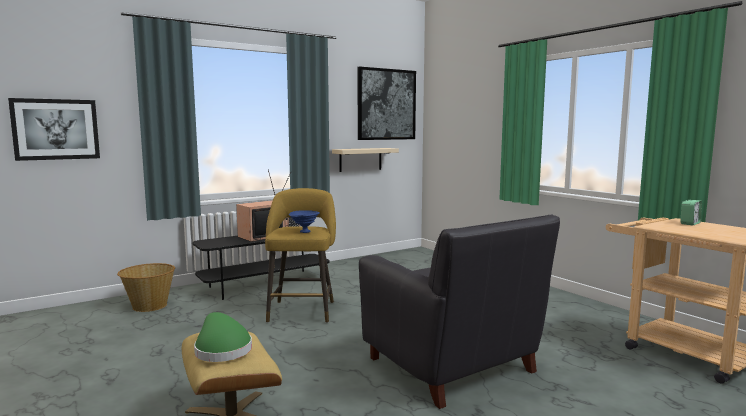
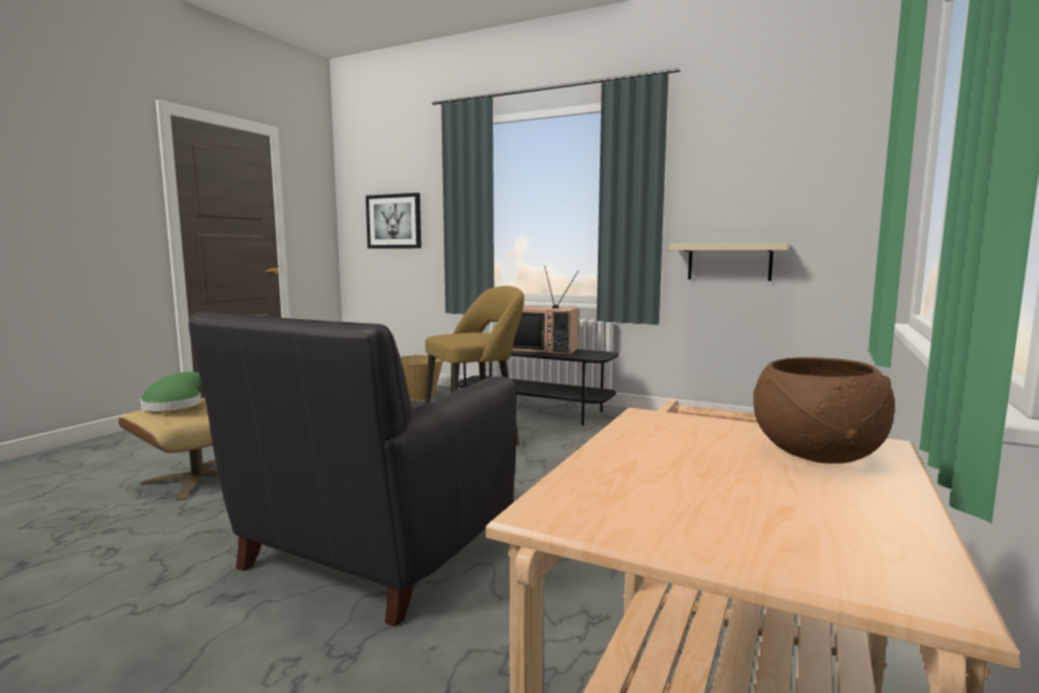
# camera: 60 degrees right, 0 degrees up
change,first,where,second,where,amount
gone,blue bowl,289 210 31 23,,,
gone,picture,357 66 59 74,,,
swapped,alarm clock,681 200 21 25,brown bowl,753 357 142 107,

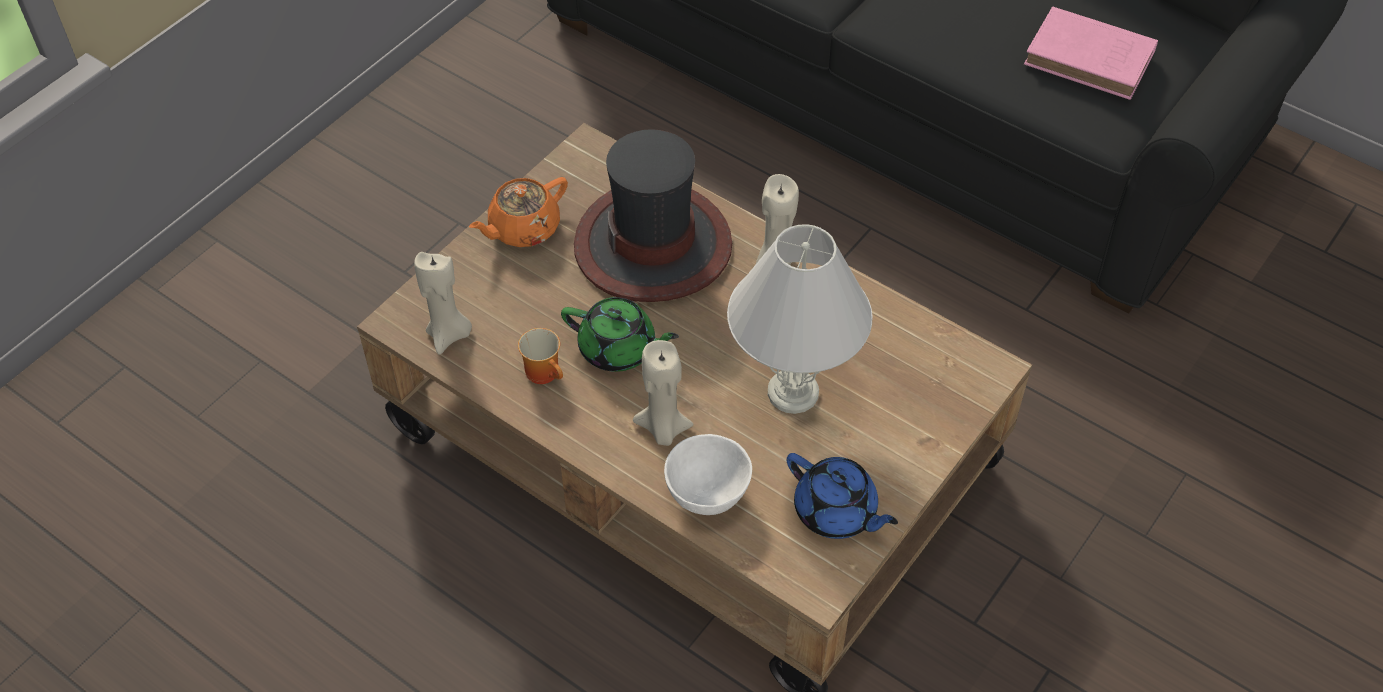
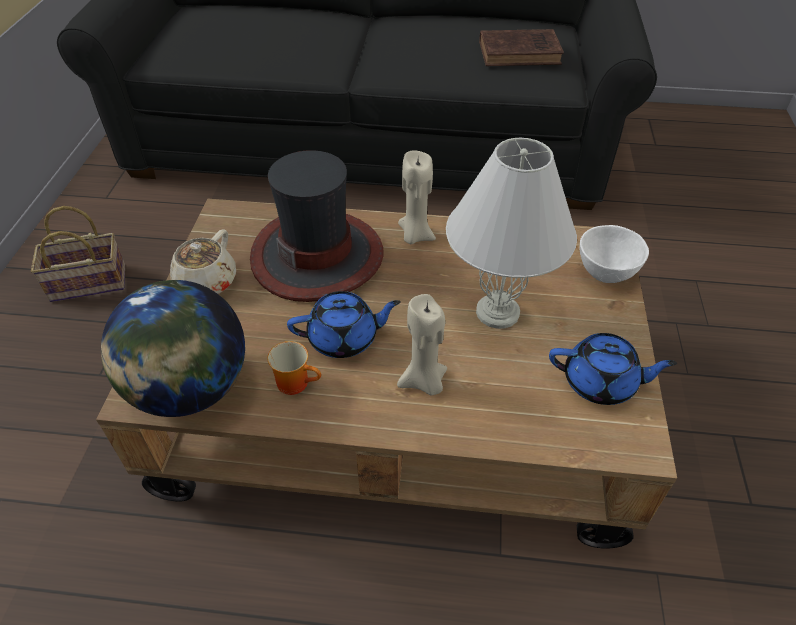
# camera: 30 degrees left, 5 degrees down
change,first,where,second,where,amount
new,,,basket,31 206 94 96,
shifted,white bowl,664 434 88 81,,580 225 69 58,
swapped,beige candle,414 252 58 103,globe,101 280 144 137,
repainted,orange teapot,469 177 99 70,beige teapot,170 229 66 65,
repainted,green teapot,561 297 118 75,blue teapot,287 291 114 67,
repainted,pink book,1024 6 134 94,brown book,479 29 85 37,

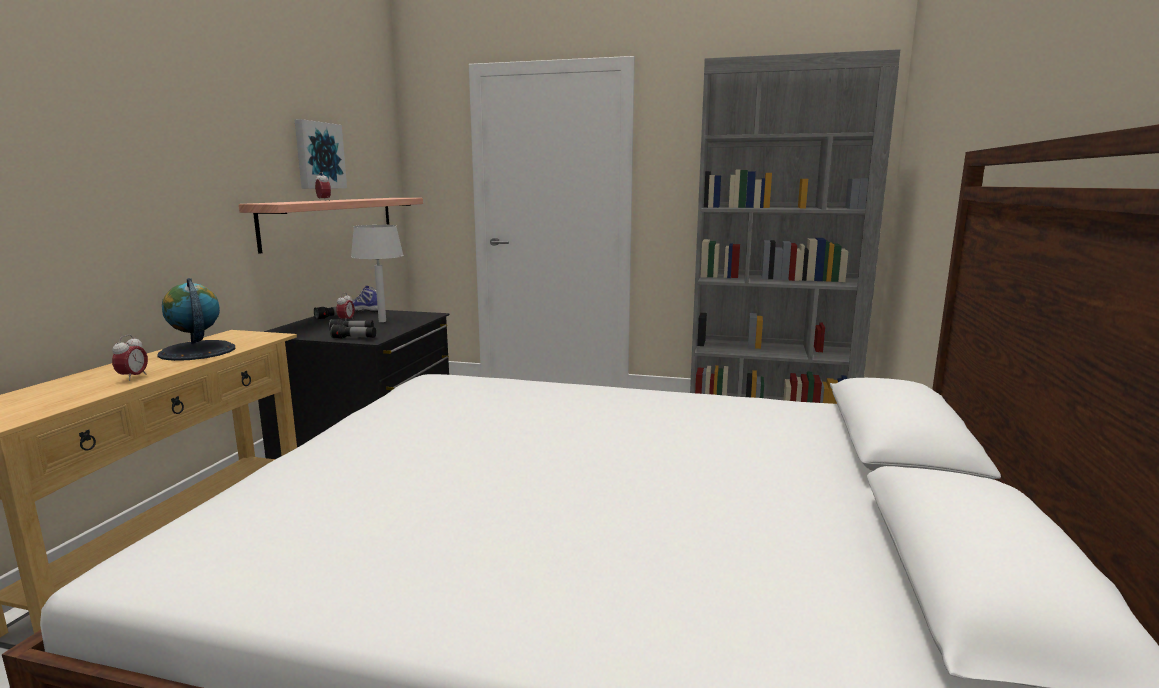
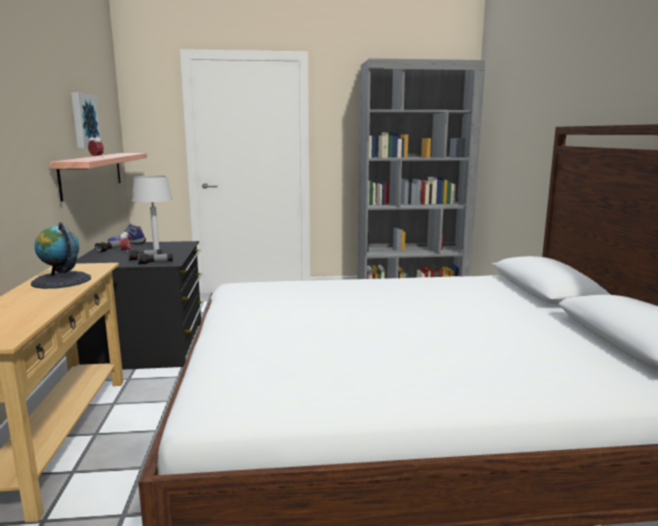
# camera: 20 degrees left, 0 degrees up
change,first,where,second,where,amount
gone,alarm clock,112 335 36 46,,,

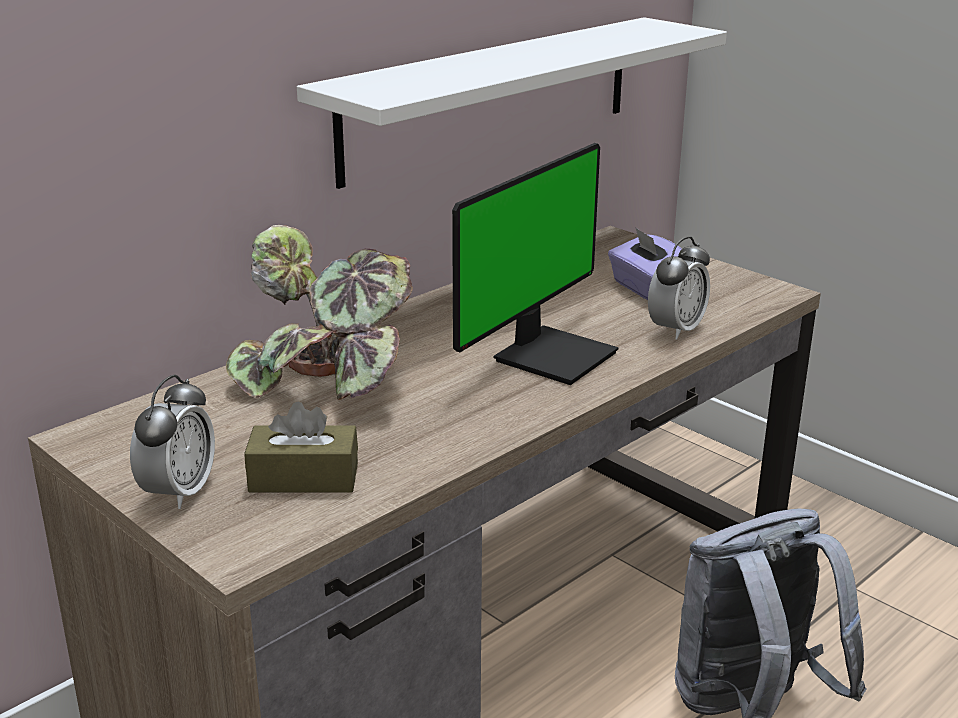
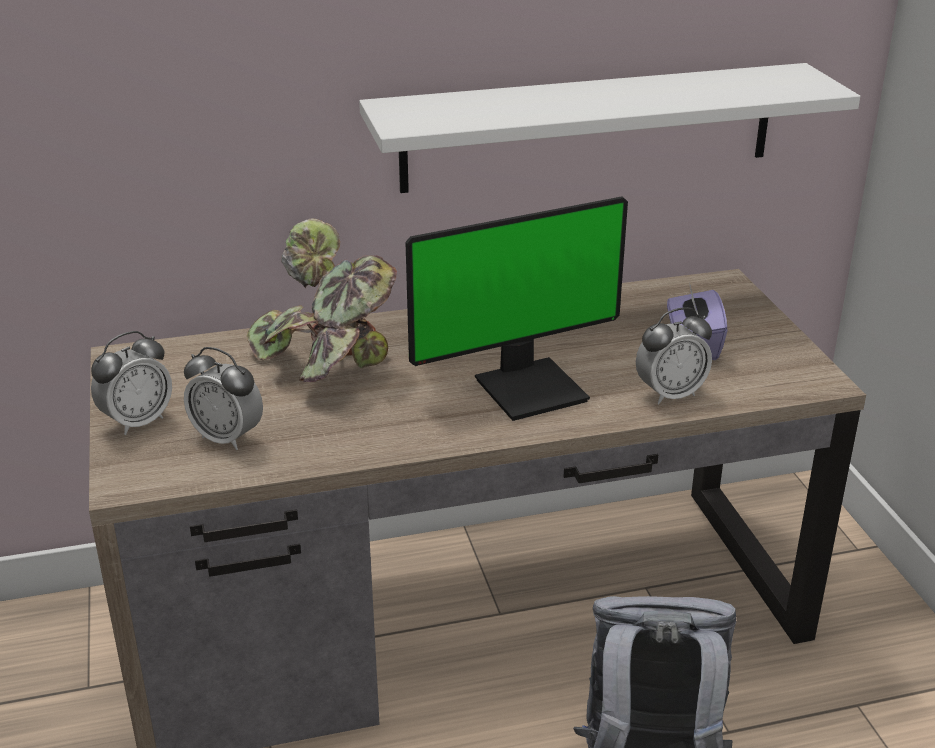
# camera: 30 degrees right, 5 degrees up
change,first,where,second,where,amount
swapped,brown tissue box,244 402 114 91,alarm clock,184 347 79 103,

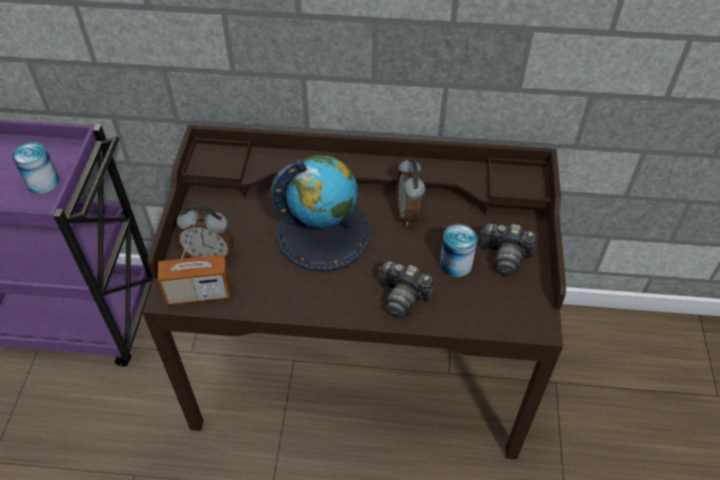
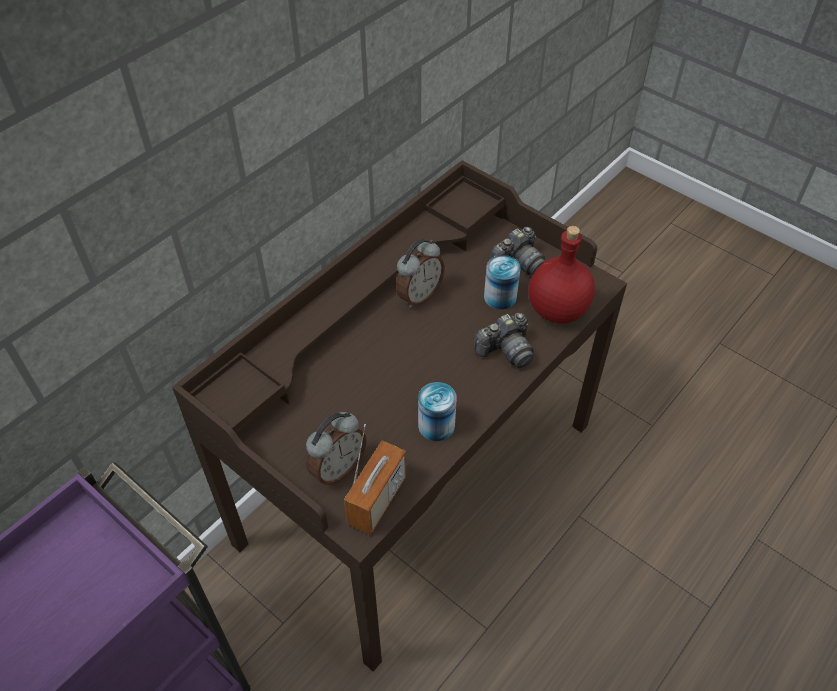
# camera: 55 degrees left, 0 degrees up
change,first,where,second,where,amount
gone,globe,270 155 101 117,,,
new,,,red bottle,528 226 67 98,
shifted,can,12 142 47 52,,418 382 39 59,
rotated,alarm clock,396 158 29 68,,396 239 49 69,75 degrees counterclockwise

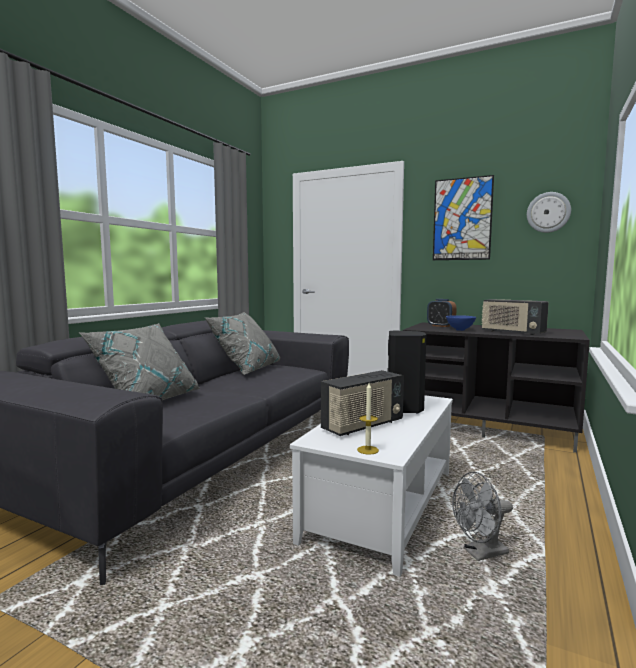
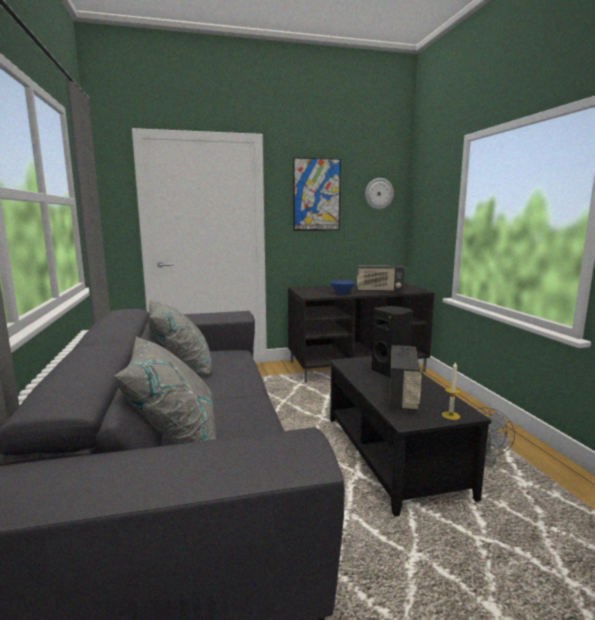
# camera: 40 degrees left, 5 degrees up
change,first,where,second,where,amount
gone,alarm clock,427 299 30 28,,,
repainted,white coffee table,290 395 163 182,black coffee table,330 356 161 161,

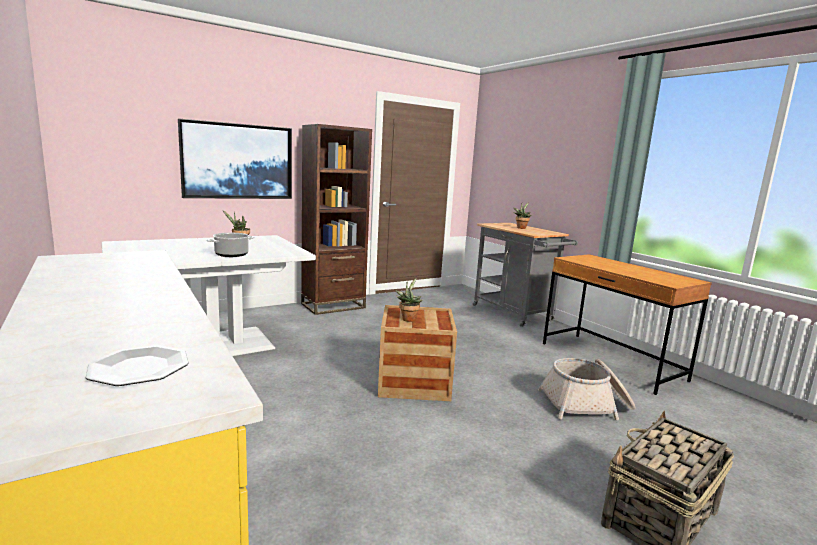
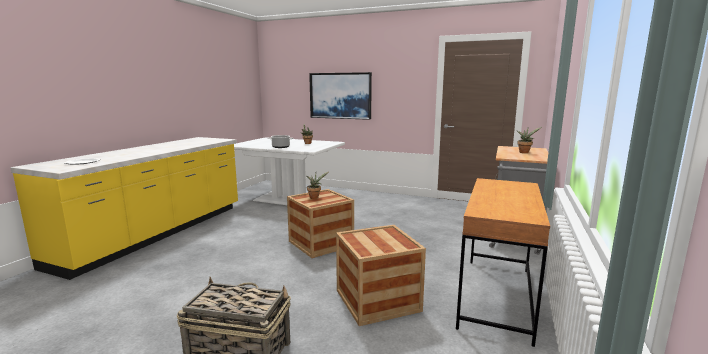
# camera: 55 degrees right, 0 degrees up
change,first,where,second,where,amount
gone,brown bookcase,301 124 71 191,,,
swapped,basket,538 358 97 62,crate,336 225 90 101,

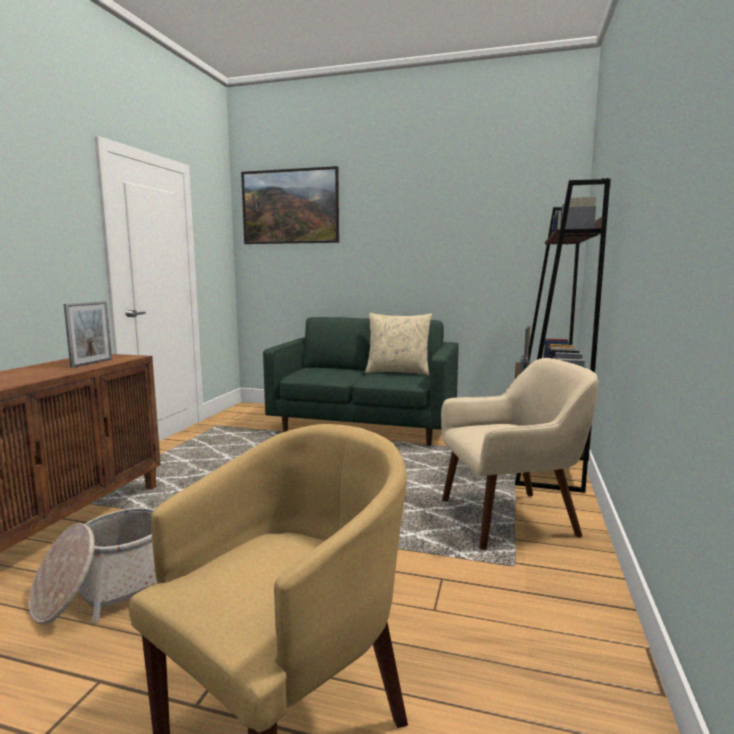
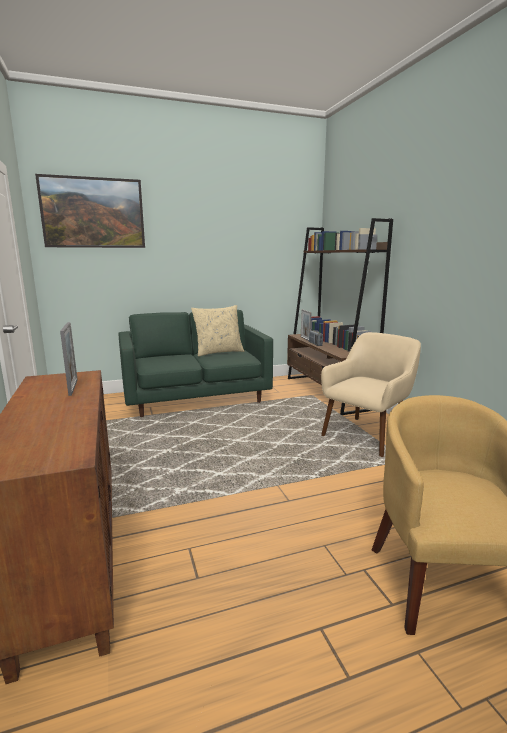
# camera: 35 degrees left, 5 degrees up
change,first,where,second,where,amount
gone,basket,29 508 128 116,,,

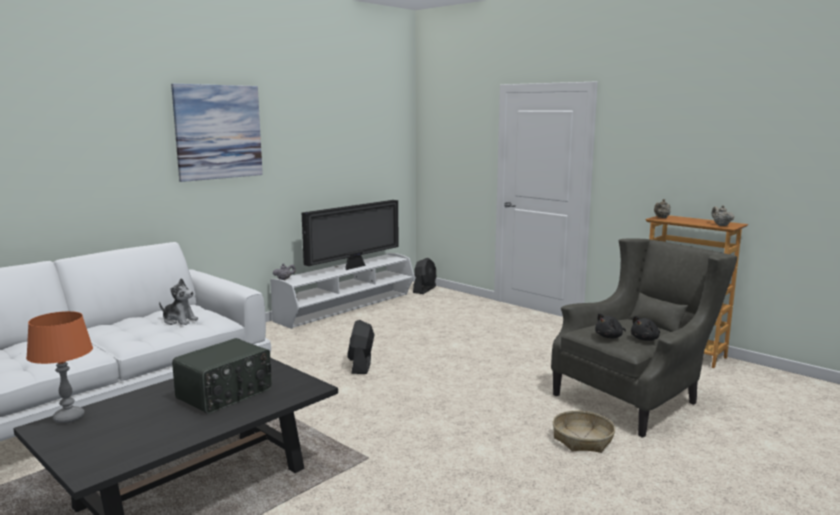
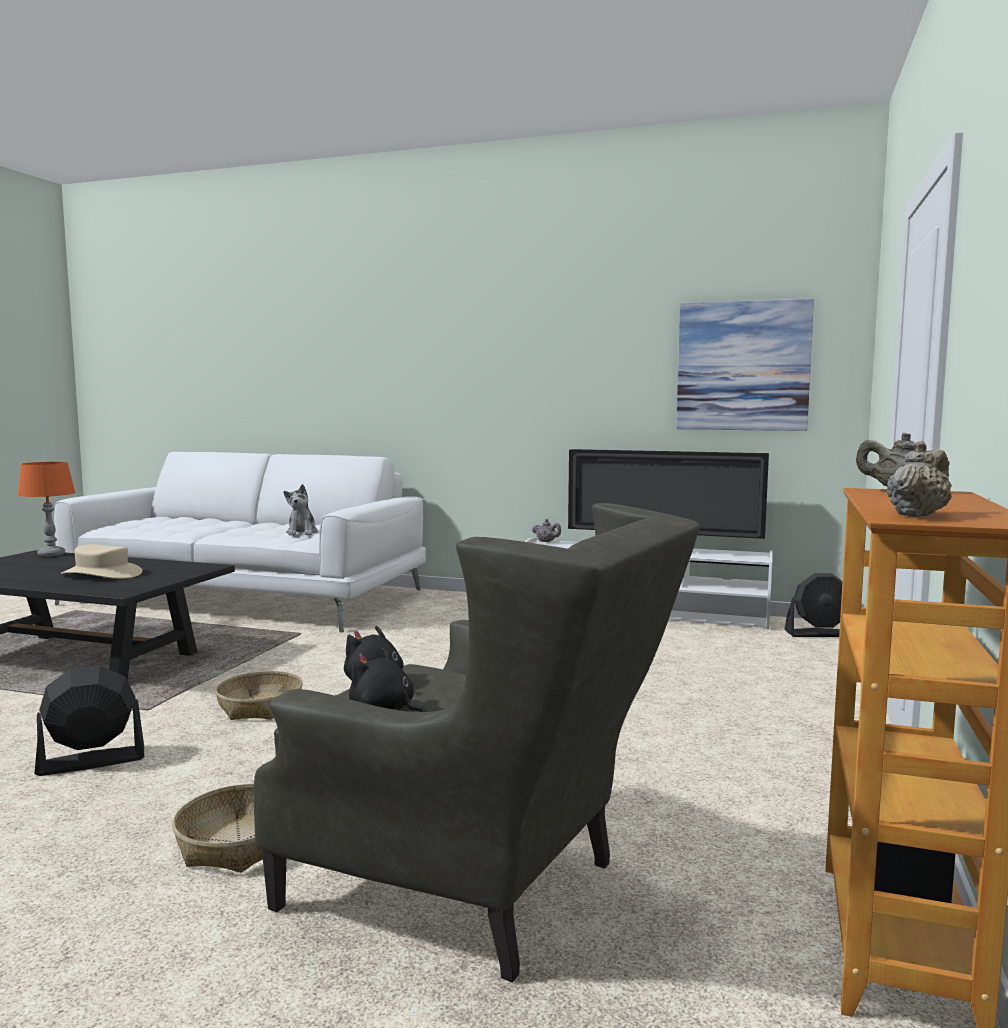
# camera: 65 degrees right, 5 degrees down
change,first,where,second,where,amount
new,,,basket,215 671 88 49,
shifted,picture,171 84 92 98,,676 298 138 133,
shifted,black fan,347 320 28 54,,34 666 110 110,
swapped,radio,172 338 100 76,beige hat,61 544 81 35,

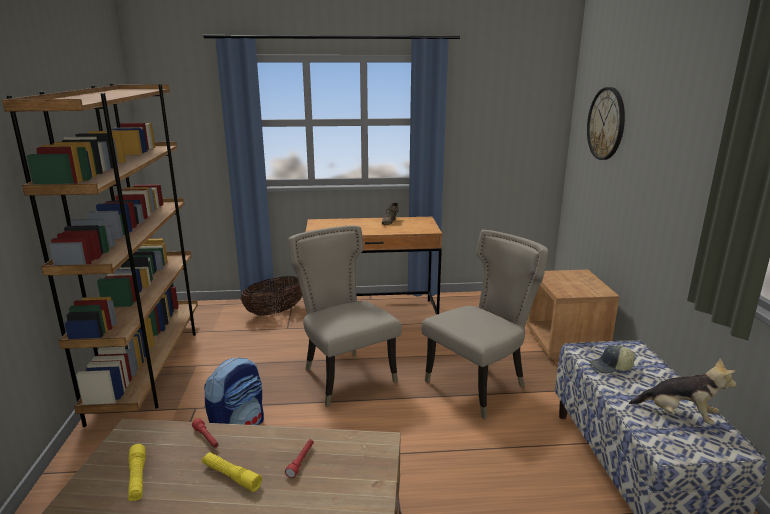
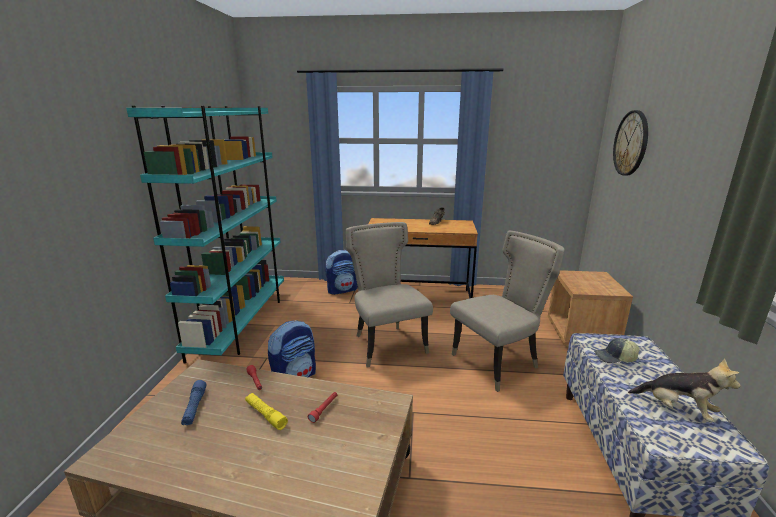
# camera: 10 degrees right, 0 degrees up
change,first,where,second,where,amount
swapped,basket,241 276 61 40,backpack,325 250 33 45,
repainted,brown bookcase,2 84 196 343,turquoise bookcase,126 106 158 258,
repainted,yellow flashlight,128 444 18 58,blue flashlight,181 380 25 46,

